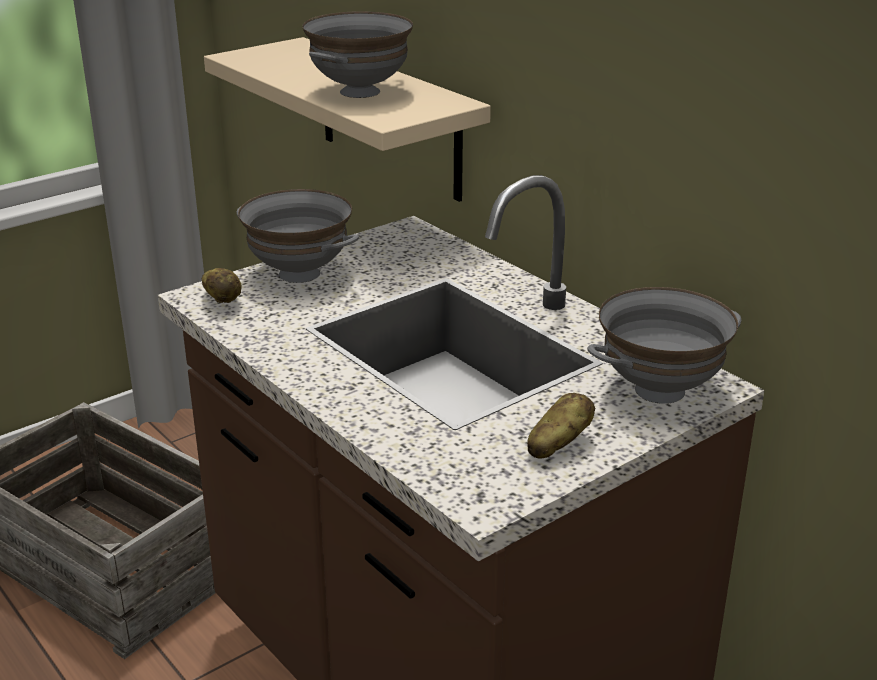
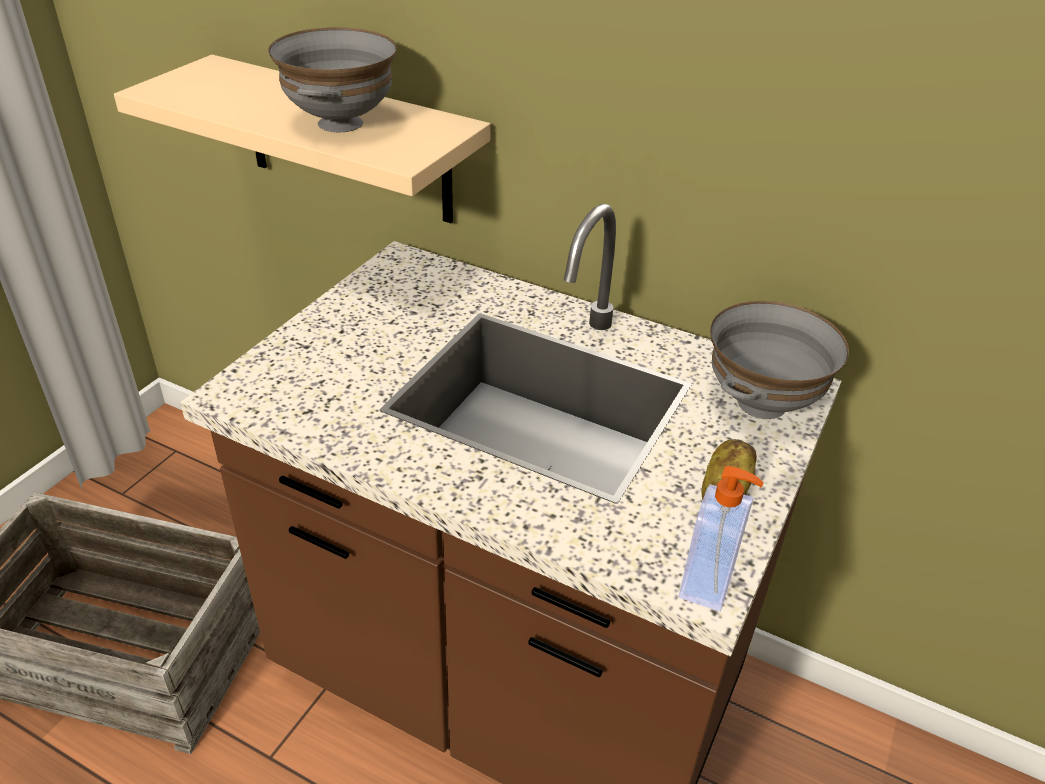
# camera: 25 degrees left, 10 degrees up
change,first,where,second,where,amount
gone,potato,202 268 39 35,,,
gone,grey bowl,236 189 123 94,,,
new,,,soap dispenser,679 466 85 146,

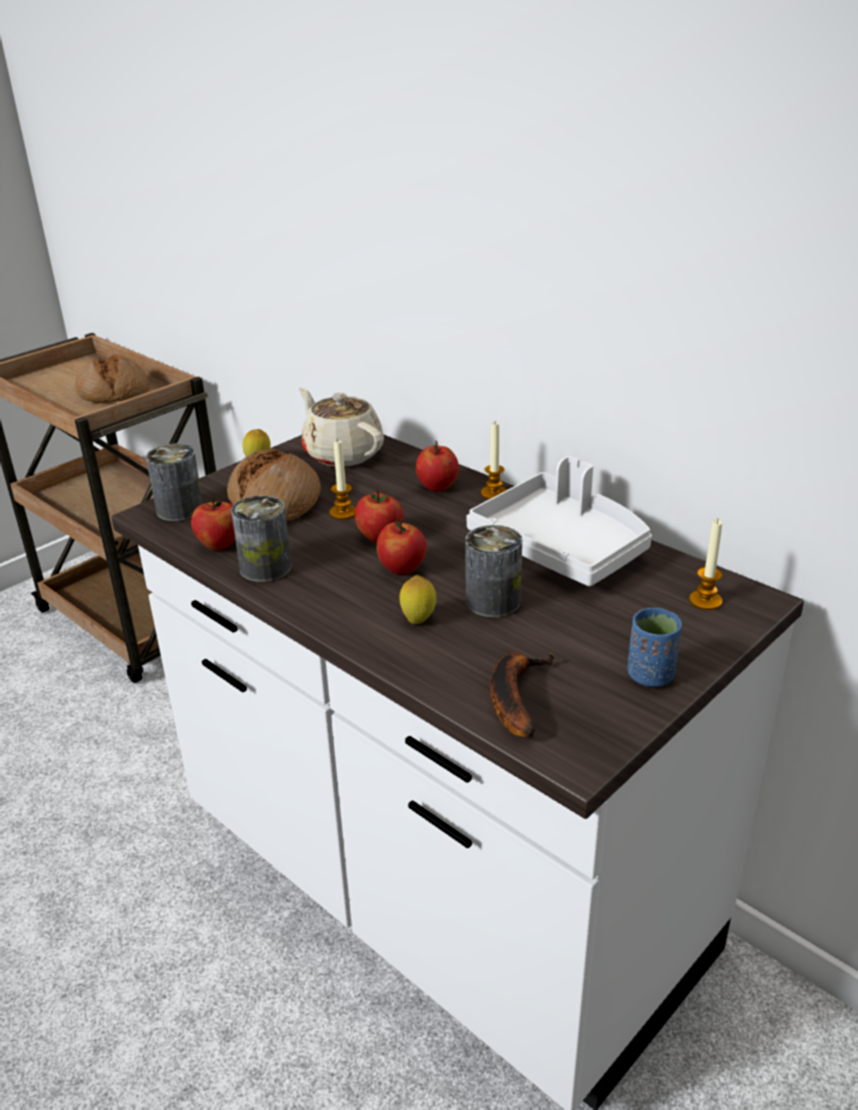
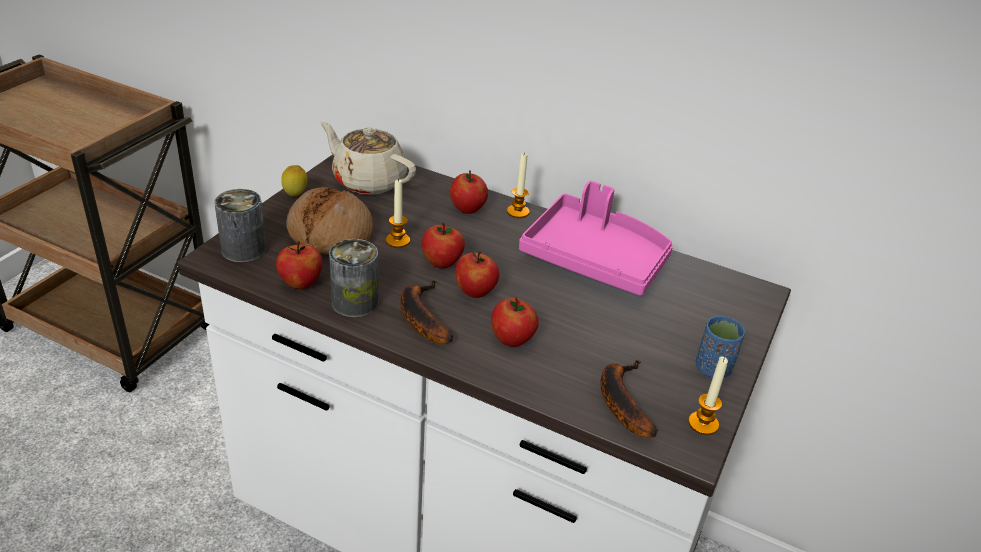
# camera: 20 degrees left, 5 degrees up
change,first,where,second,where,amount
gone,bread,75 354 75 49,,,
gone,can,465 525 57 93,,,
new,,,banana,400 280 53 63,
shifted,candle,689 519 33 91,,688 356 40 79,
swapped,lemon,400 575 36 49,apple,491 297 48 50,
repainted,white tray,466 456 186 130,pink tray,519 181 154 115,

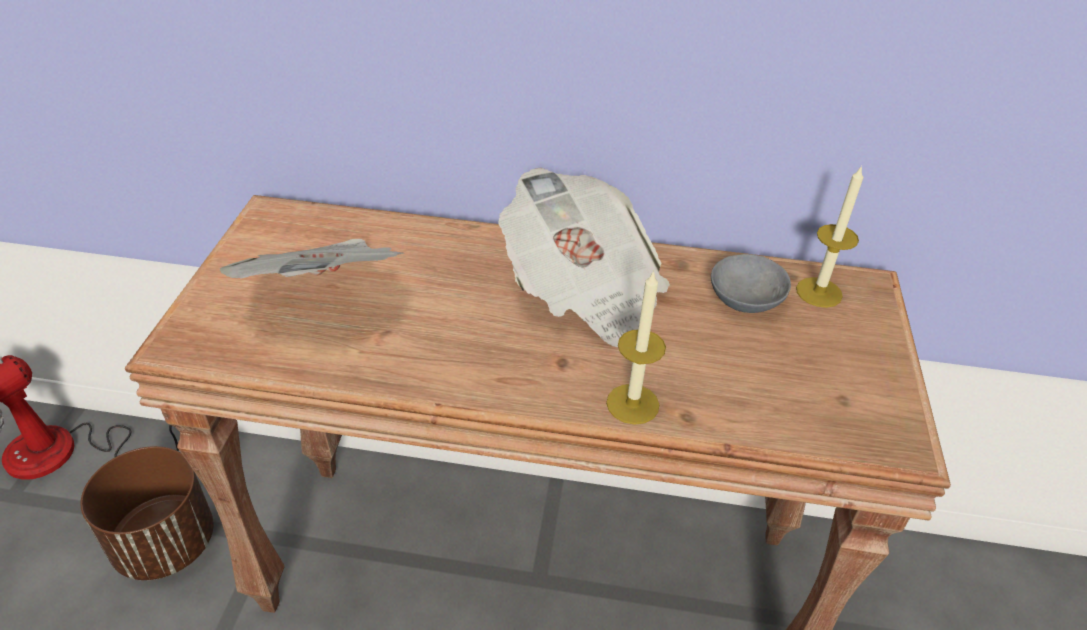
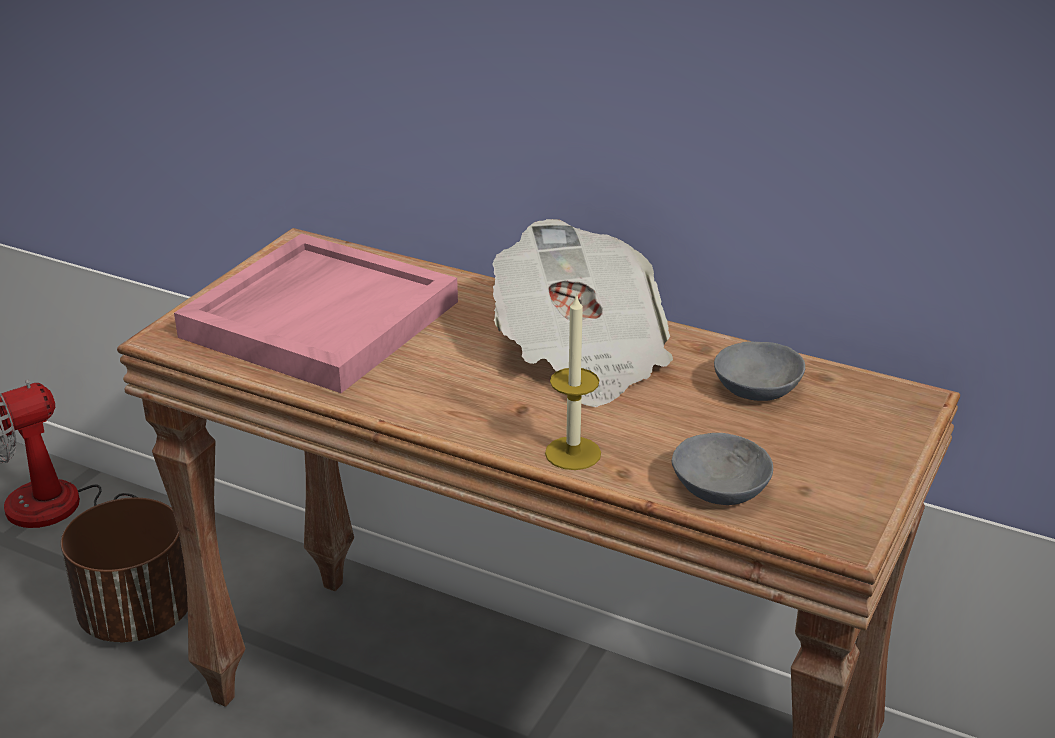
# camera: 20 degrees right, 10 degrees down
change,first,where,second,where,amount
gone,candle,796 165 67 143,,,
new,,,grey bowl,672 433 101 72,
swapped,newspaper,219 239 186 40,pink tray,174 234 284 159,

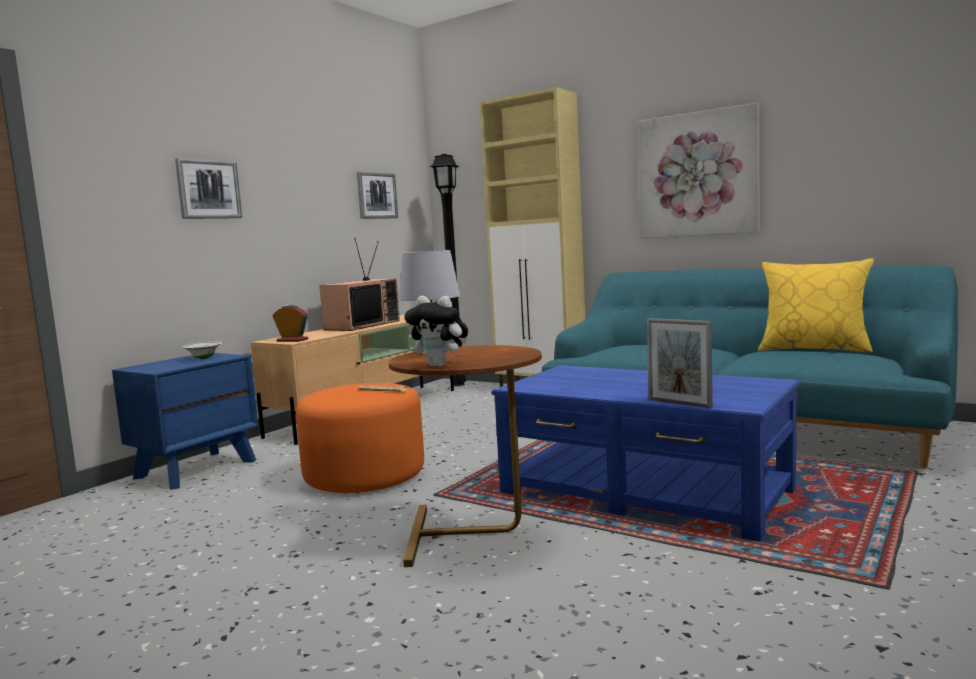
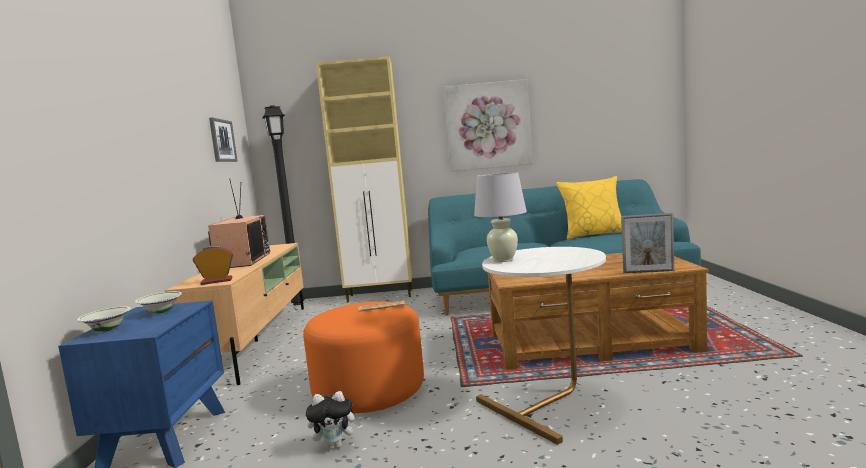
# camera: 35 degrees left, 0 degrees up
change,first,where,second,where,amount
gone,picture,175 158 67 61,,,
new,,,white bowl,77 306 54 26,
shifted,plush toy,404 296 64 70,,306 391 55 58,
repainted,brown side table,389 345 153 222,white side table,476 247 130 198,
repainted,blue coffee table,491 365 309 177,brown coffee table,488 253 221 117,

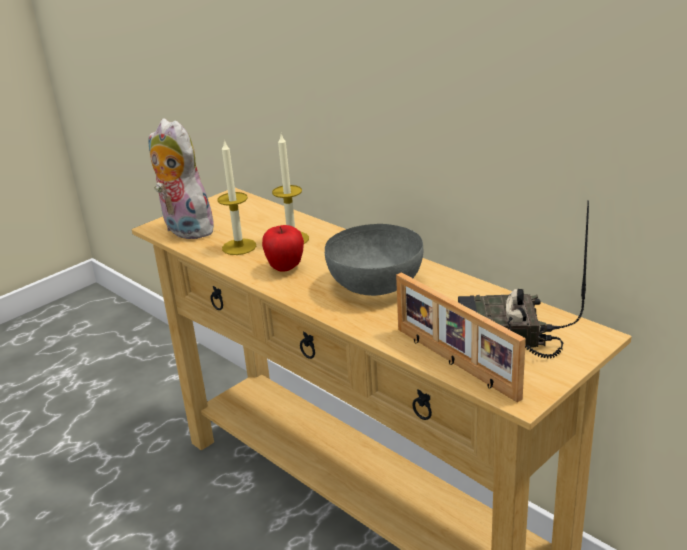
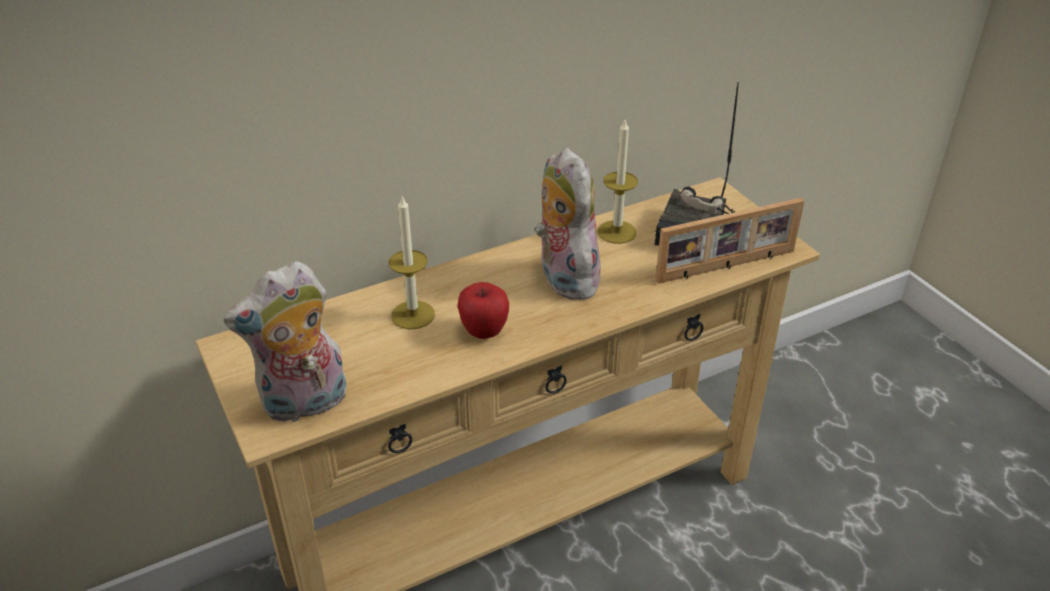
# camera: 75 degrees left, 10 degrees up
change,first,where,second,where,amount
shifted,candle,217 140 39 115,,597 120 41 124,
swapped,grey bowl,325 224 98 72,plush toy,534 147 67 153,

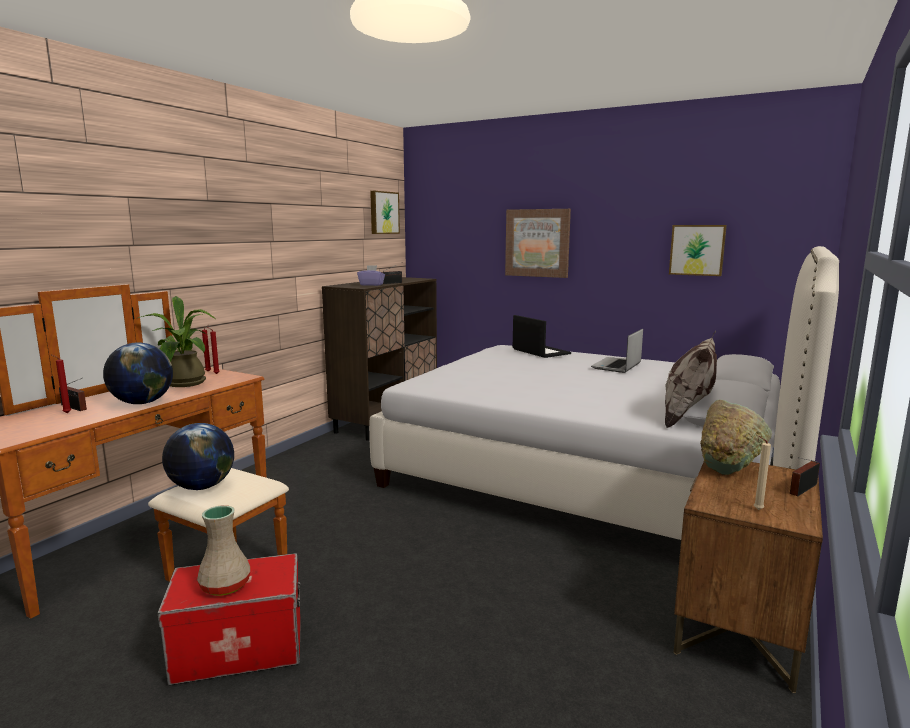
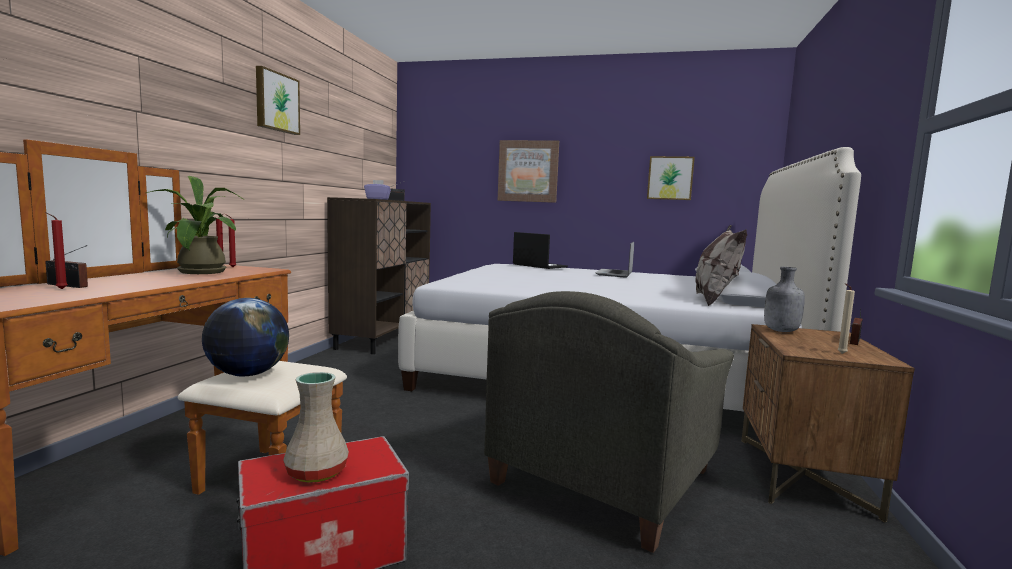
# camera: 15 degrees left, 5 degrees down
change,first,where,second,where,amount
gone,globe,103 342 70 62,,,
new,,,grey armchair,484 291 250 262,
shifted,picture,370 191 30 43,,256 66 44 69,
swapped,green bowl,700 400 72 75,grey bottle,764 267 41 65,

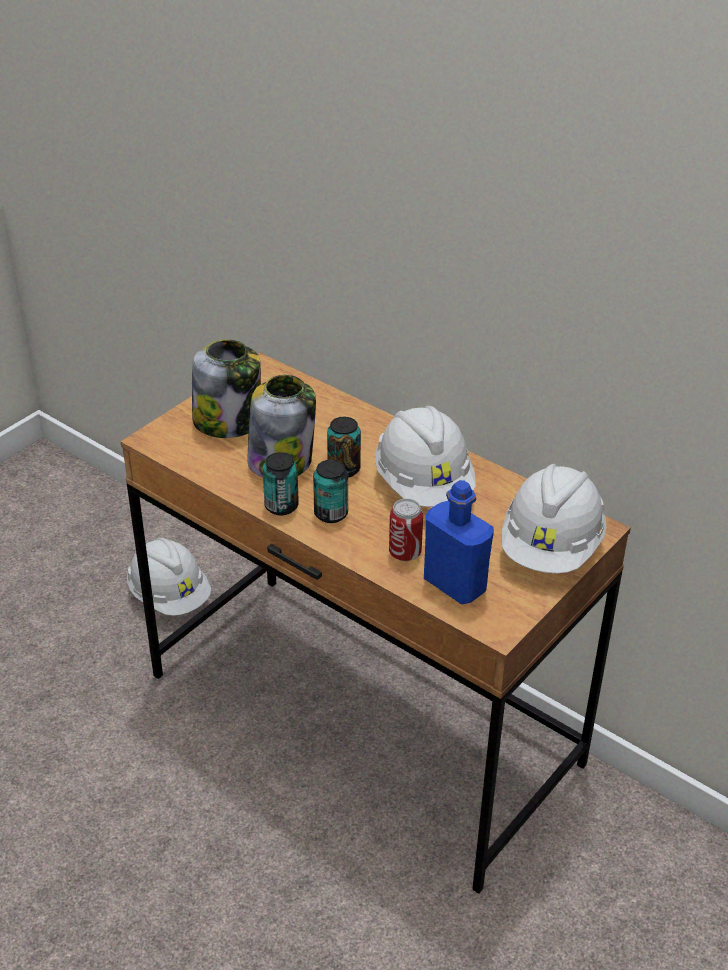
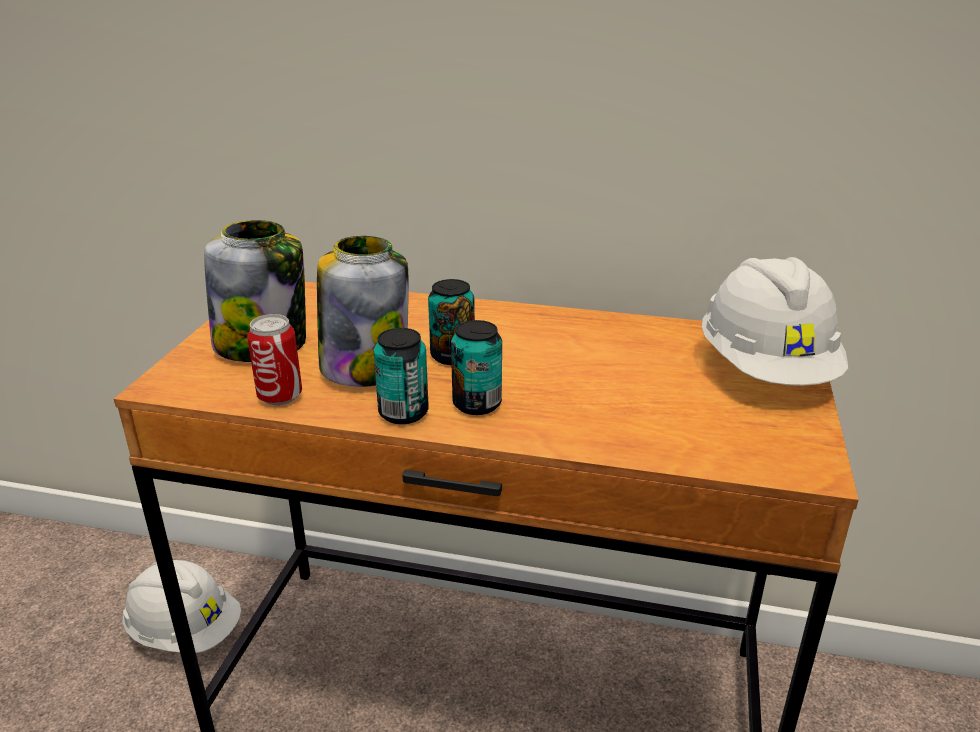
# camera: 25 degrees left, 10 degrees down
change,first,where,second,where,amount
gone,white hard hat,375 406 101 101,,,
gone,blue bottle,424 480 70 124,,,
shifted,can,389 498 34 63,,247 314 55 91,

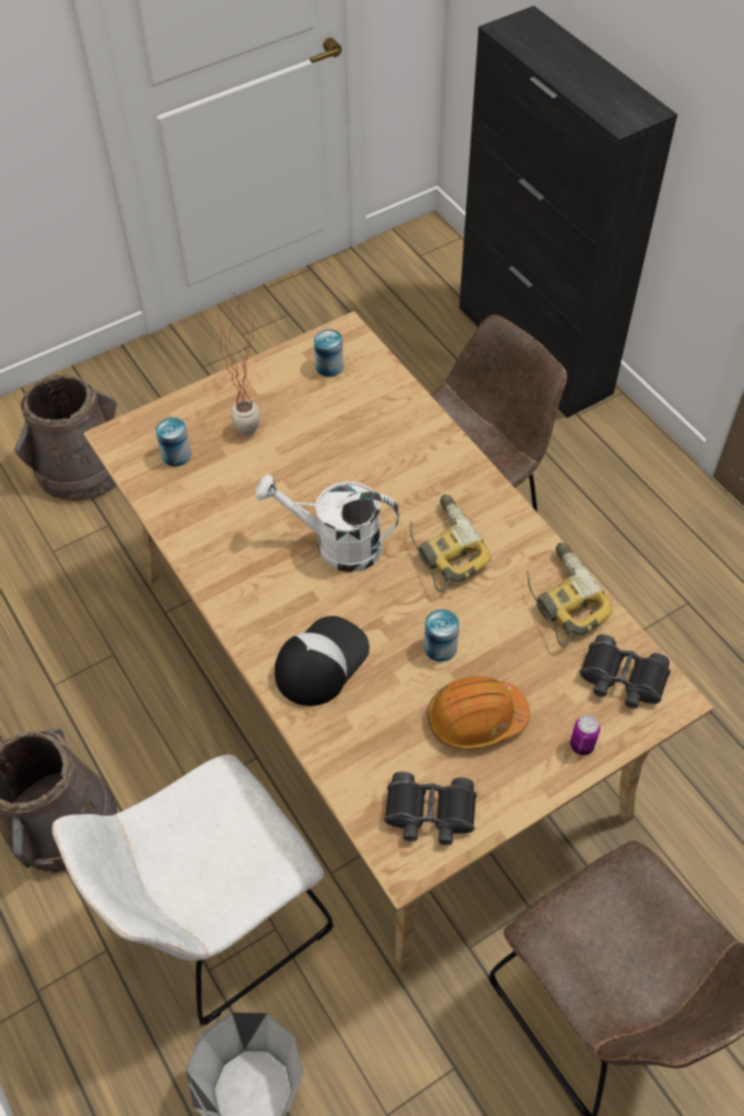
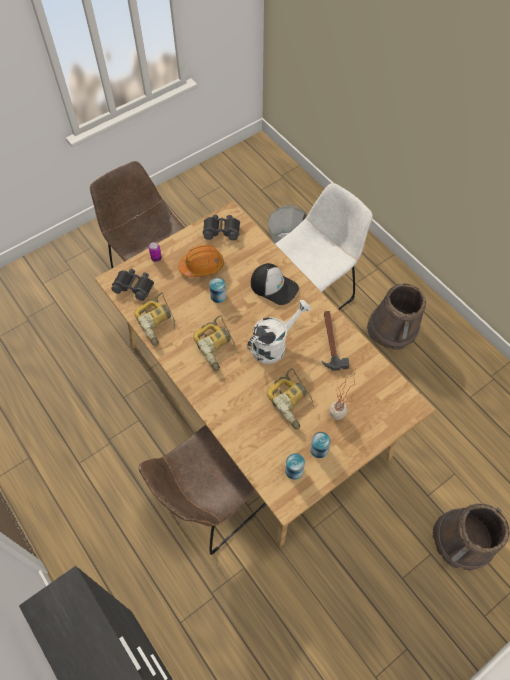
# camera: 175 degrees right, 5 degrees up
change,first,where,second,where,amount
new,,,power drill,267 368 47 62,
new,,,hammer,321 311 29 60,
shifted,can,156 417 35 50,,310 432 21 26,
rotated,white watering can,255 474 145 98,,247 300 64 64,45 degrees counterclockwise
rotated,cap,275 616 94 90,,251 263 48 42,90 degrees counterclockwise

